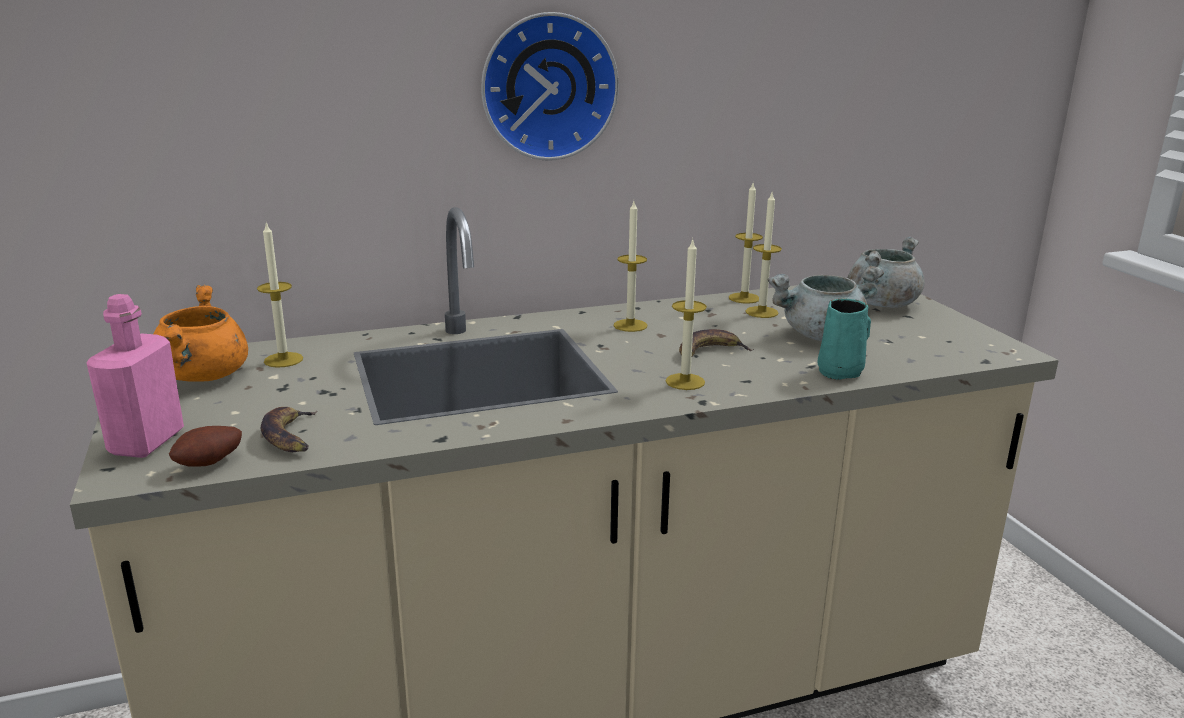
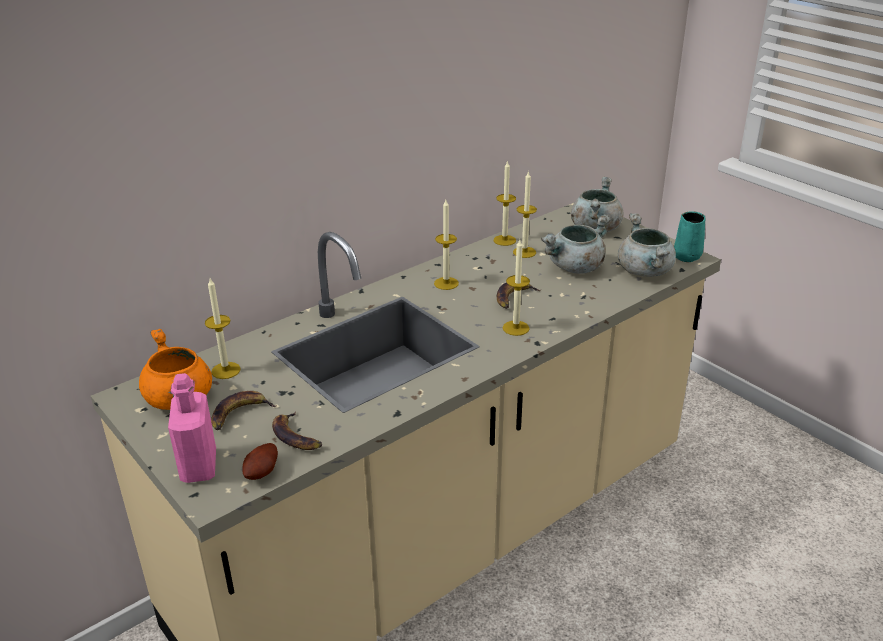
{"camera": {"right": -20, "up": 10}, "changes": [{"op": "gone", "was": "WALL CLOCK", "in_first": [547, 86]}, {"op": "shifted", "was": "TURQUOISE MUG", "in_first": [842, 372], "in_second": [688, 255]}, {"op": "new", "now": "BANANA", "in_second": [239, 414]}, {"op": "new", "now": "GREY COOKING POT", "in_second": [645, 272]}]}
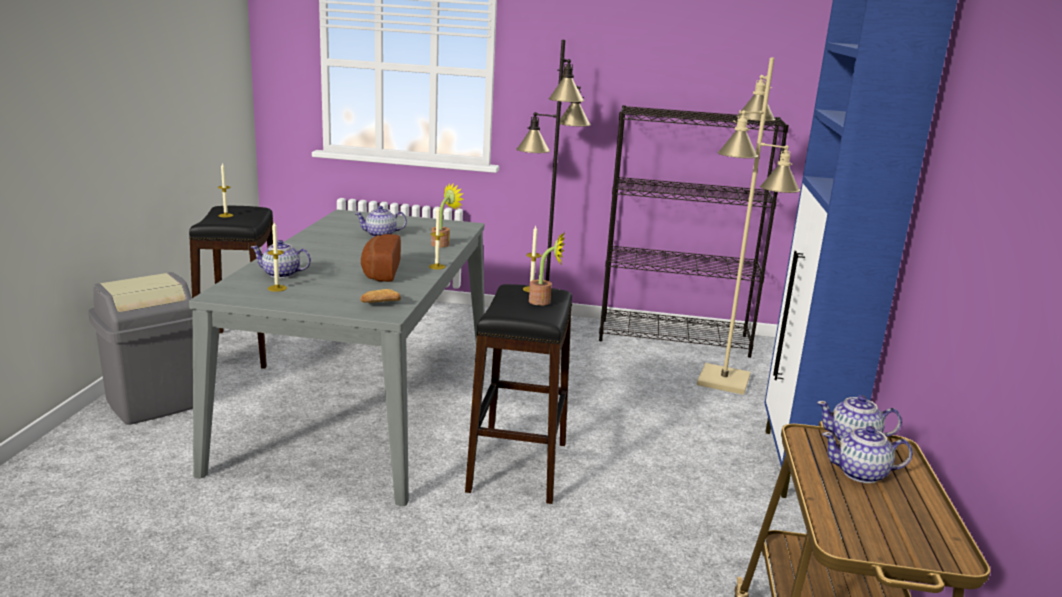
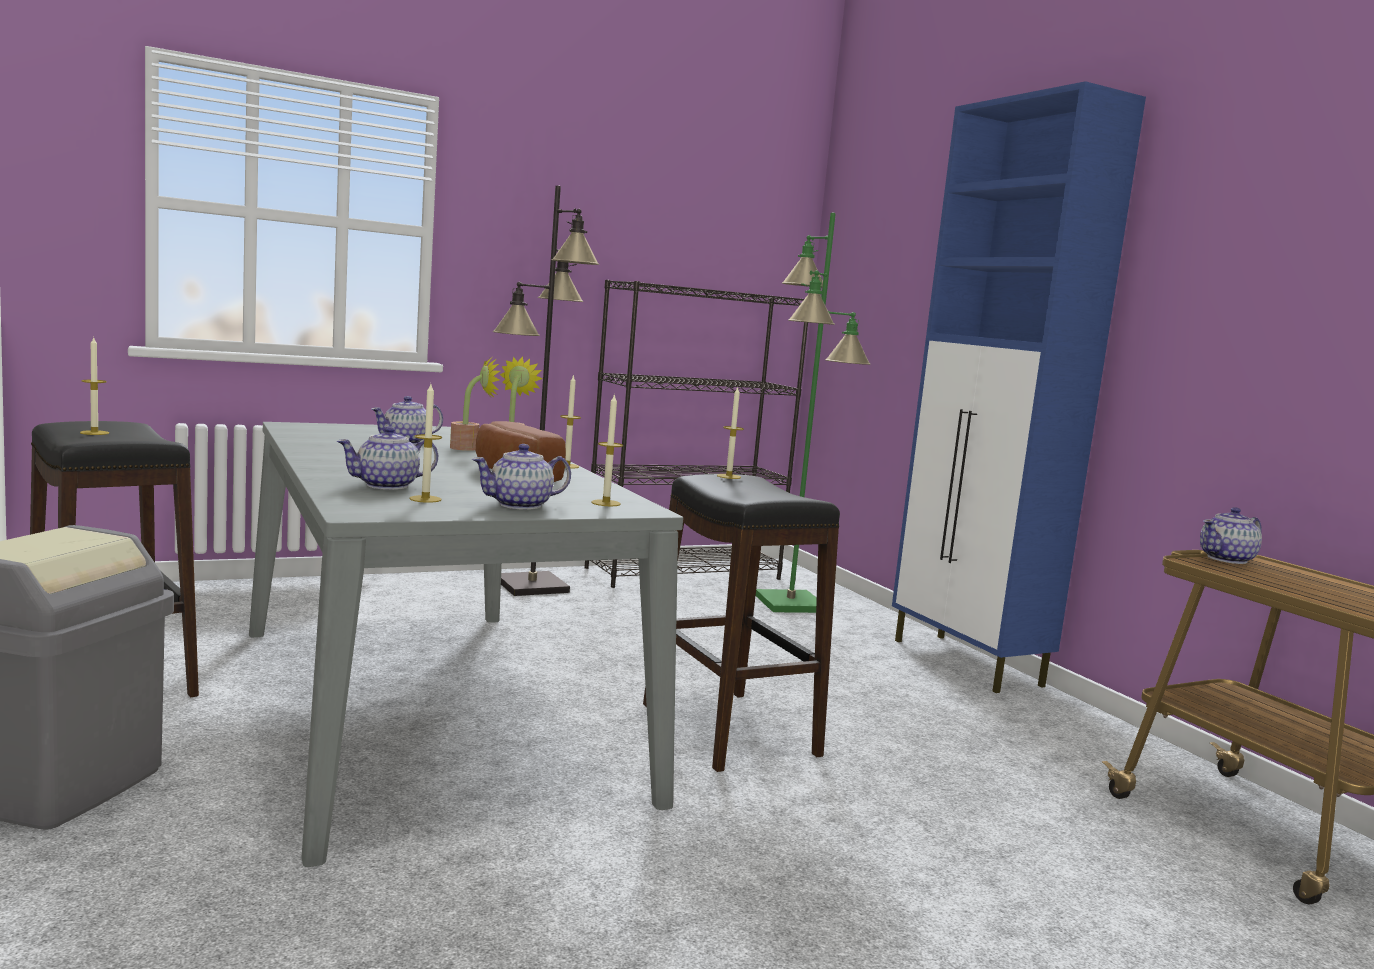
{"camera": {"right": -35, "up": -10}, "changes": [{"op": "swapped", "was": "BREAD", "now": "CANDLE", "in_first": [378, 305], "in_second": [606, 503]}, {"op": "shifted", "was": "POTTED PLANT", "in_first": [544, 302], "in_second": [470, 448]}, {"op": "repainted", "was": "BEIGE FLOOR LAMP", "now": "GREEN FLOOR LAMP", "in_first": [724, 380], "in_second": [790, 603]}, {"op": "shifted", "was": "TEAPOT", "in_first": [861, 474], "in_second": [521, 505]}]}
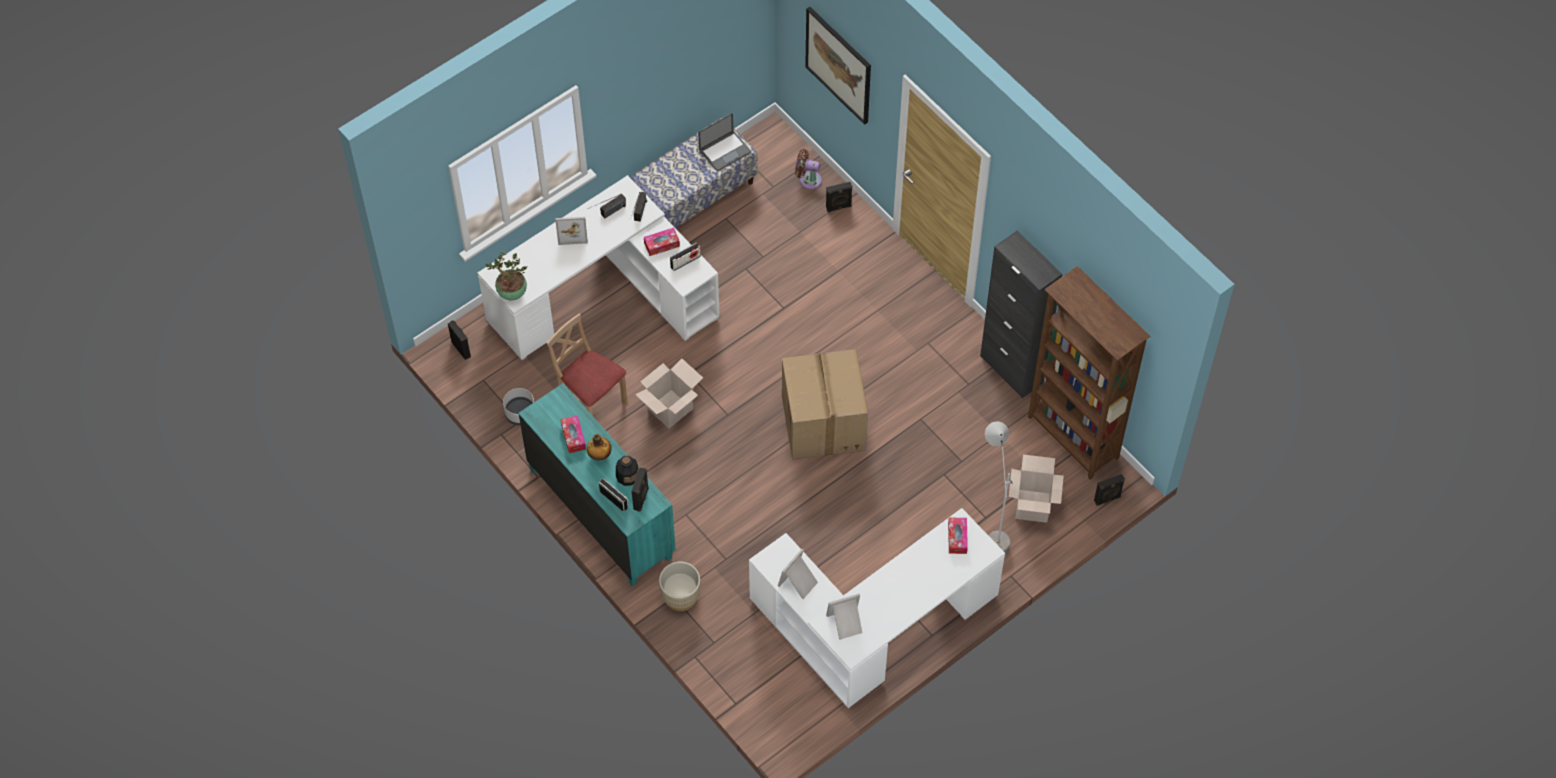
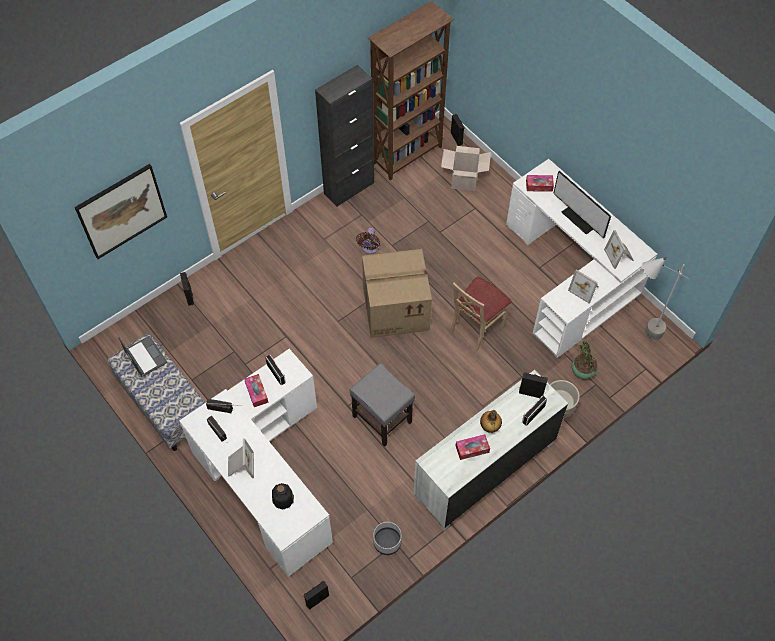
{"camera": {"right": -90, "up": 0}, "changes": [{"op": "shifted", "was": "POTTED PLANT", "in_first": [511, 293], "in_second": [582, 373]}, {"op": "repainted", "was": "TURQUOISE DRESSER", "now": "WHITE DRESSER", "in_first": [601, 512], "in_second": [484, 471]}, {"op": "shifted", "was": "BEIGE CHAIR", "in_first": [591, 403], "in_second": [476, 327]}, {"op": "shifted", "was": "BOTTLE", "in_first": [627, 475], "in_second": [282, 499]}, {"op": "swapped", "was": "CARDBOARD BOX", "now": "GREY STOOL", "in_first": [670, 409], "in_second": [382, 419]}, {"op": "shifted", "was": "BROWN FAN", "in_first": [808, 180], "in_second": [369, 248]}, {"op": "shifted", "was": "GREY FLOOR LAMP", "in_first": [991, 531], "in_second": [639, 335]}, {"op": "new", "now": "MONITOR", "in_second": [579, 219]}]}
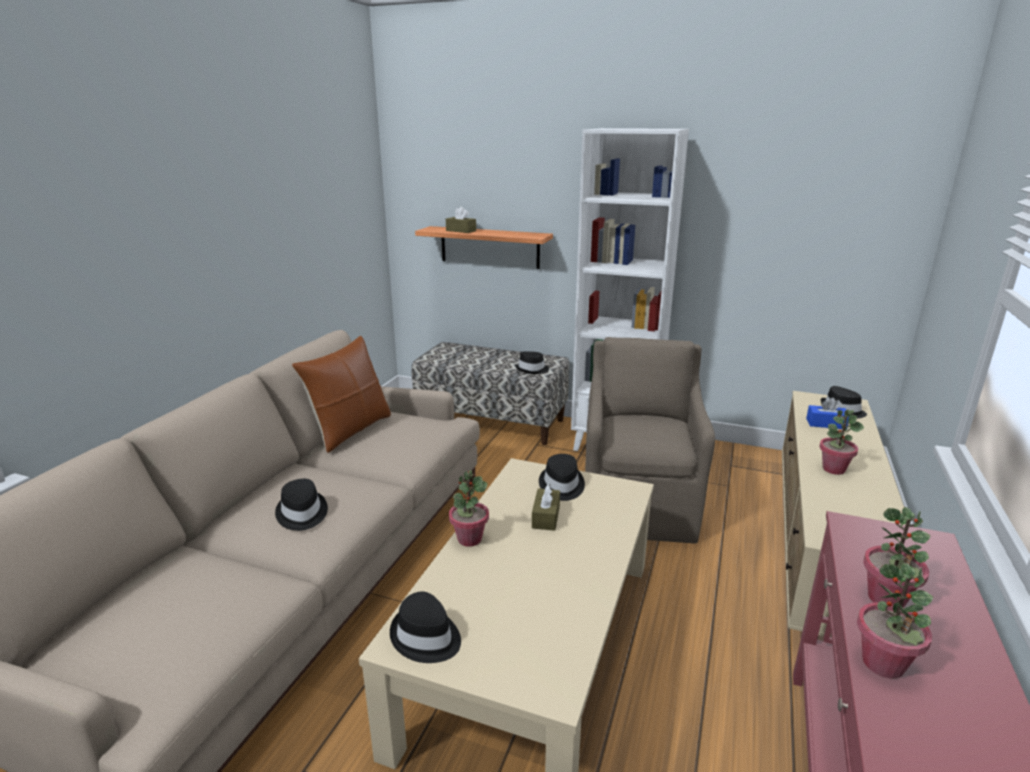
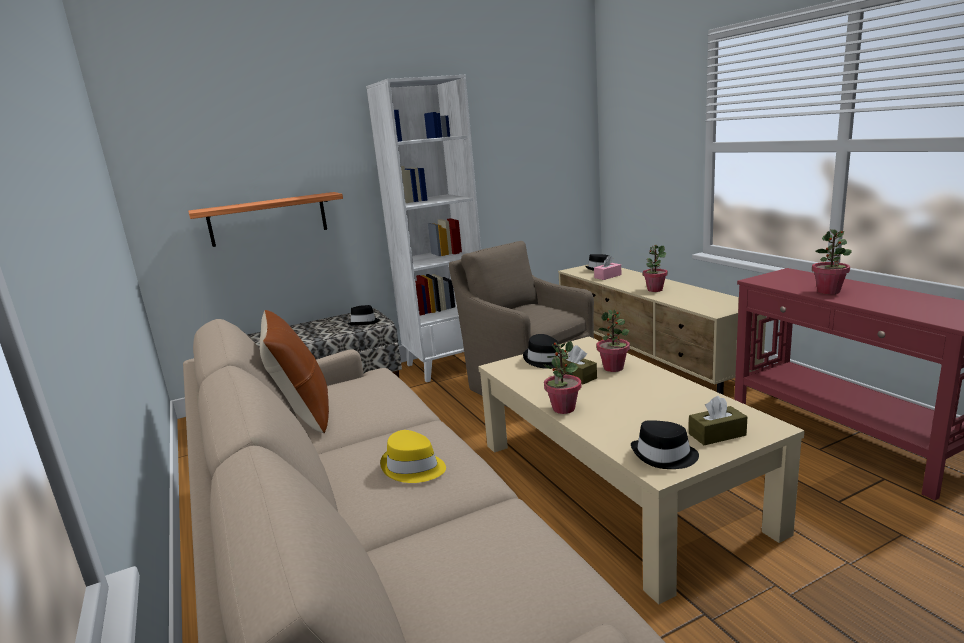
{"camera": {"right": -45, "up": -5}, "changes": [{"op": "repainted", "was": "BLACK HAT", "now": "YELLOW HAT", "in_first": [301, 513], "in_second": [413, 468]}, {"op": "shifted", "was": "BROWN TISSUE BOX", "in_first": [461, 231], "in_second": [717, 434]}, {"op": "repainted", "was": "BLUE TISSUE BOX", "now": "PINK TISSUE BOX", "in_first": [826, 424], "in_second": [607, 276]}, {"op": "shifted", "was": "POTTED PLANT", "in_first": [883, 664], "in_second": [613, 368]}]}
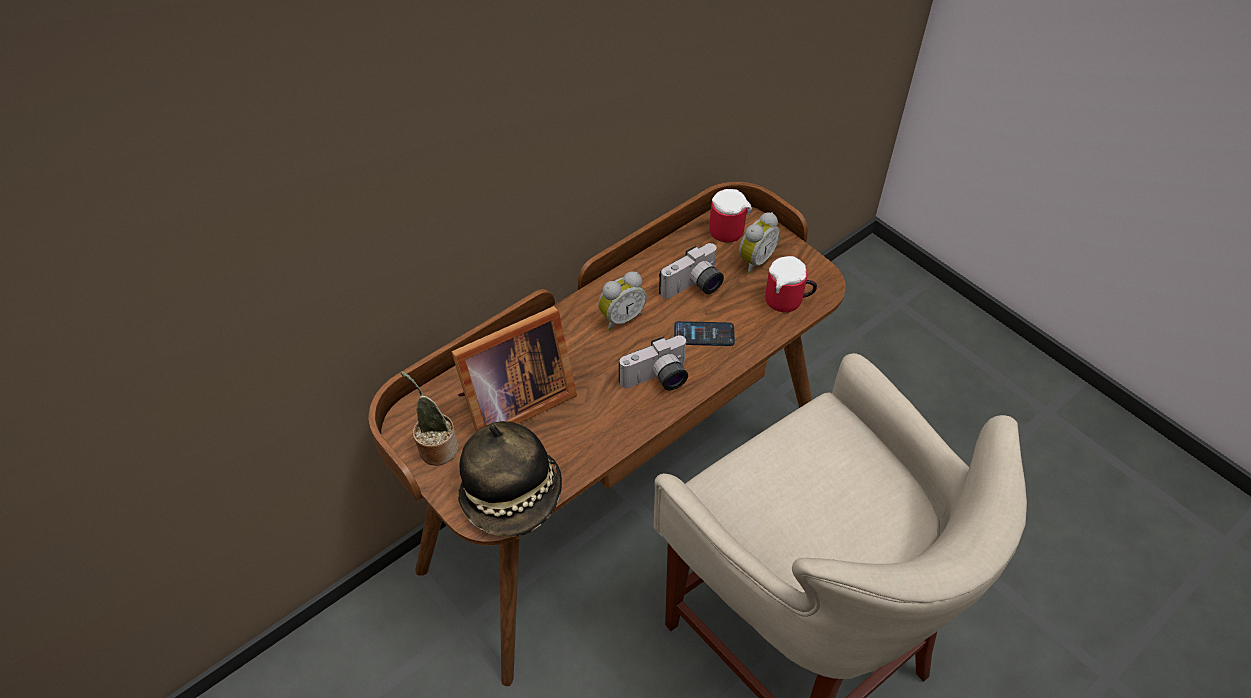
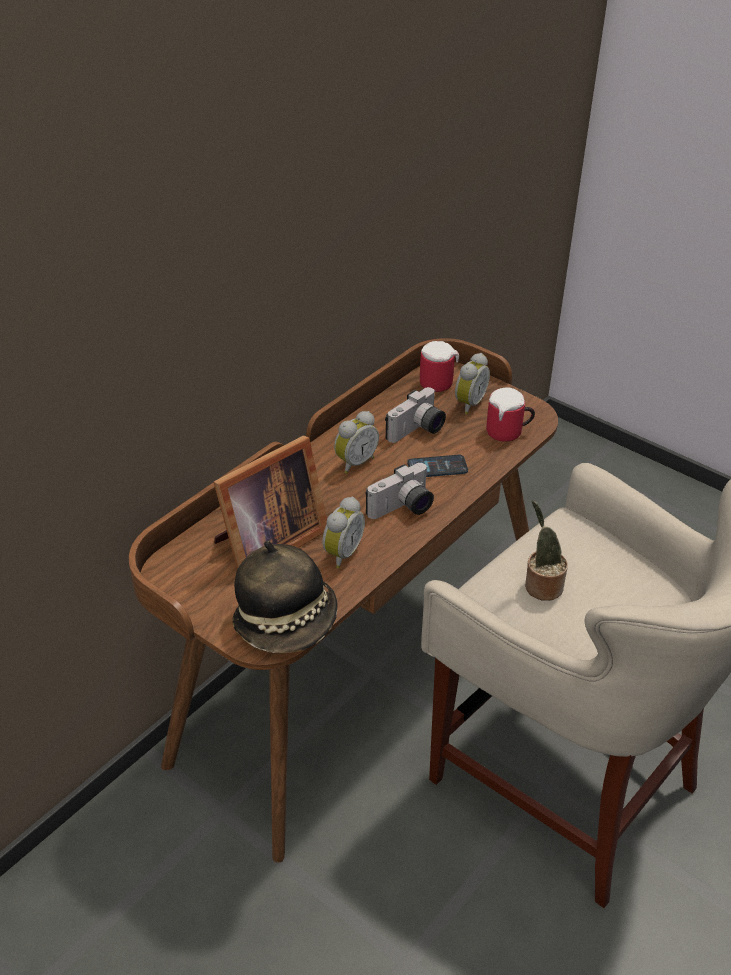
{"camera": {"right": -10, "up": -10}, "changes": [{"op": "shifted", "was": "POTTED PLANT", "in_first": [436, 447], "in_second": [541, 585]}, {"op": "new", "now": "ALARM CLOCK", "in_second": [341, 553]}]}
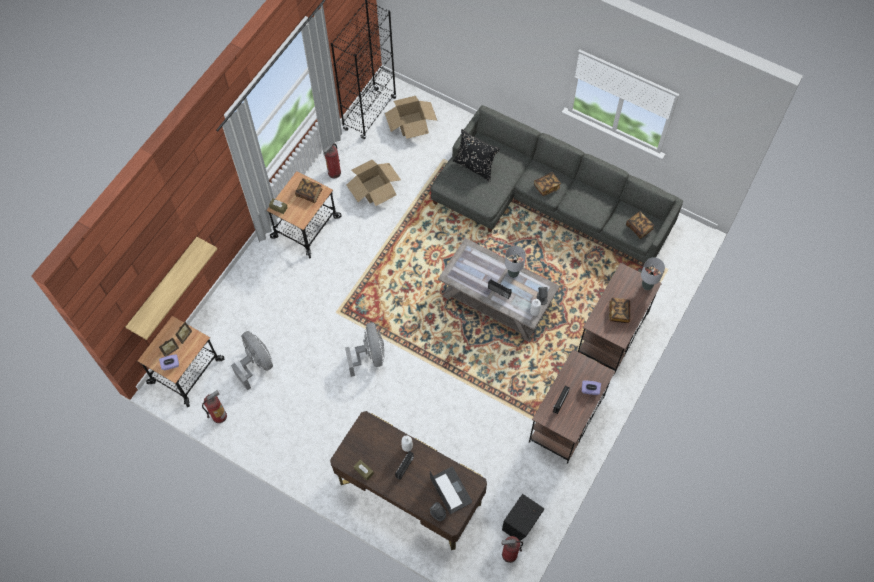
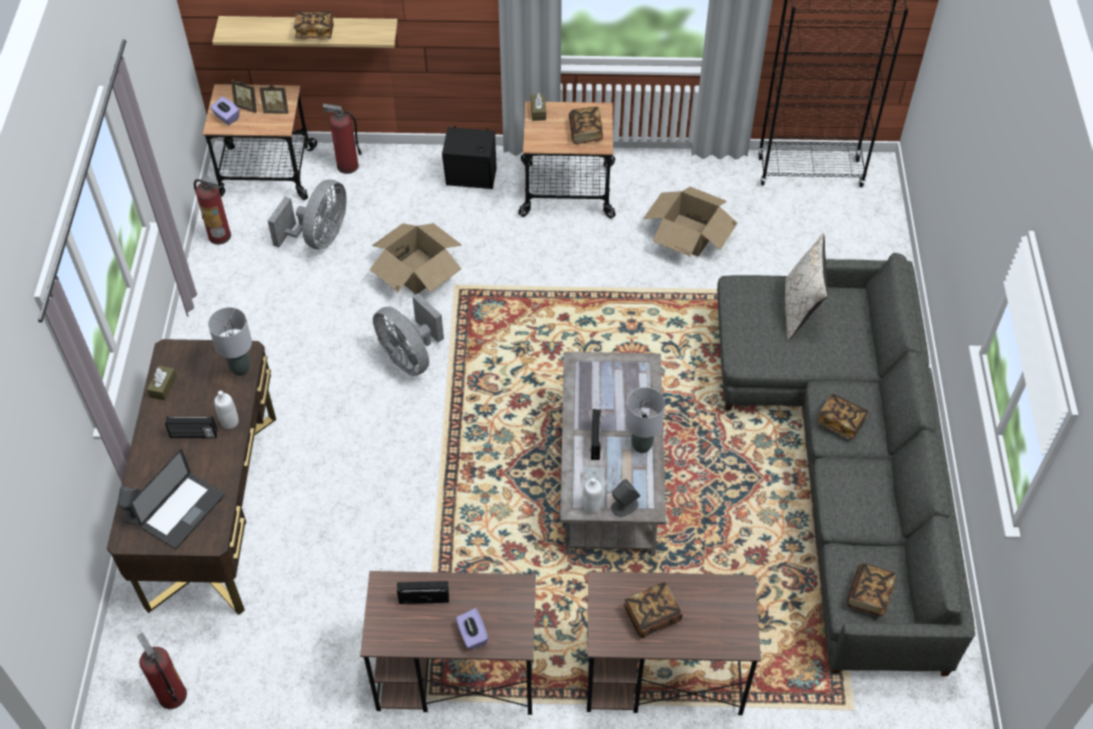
{"camera": {"right": 60, "up": -10}, "changes": [{"op": "shifted", "was": "FIRE EXTINGUISHER", "in_first": [334, 173], "in_second": [347, 166]}, {"op": "rotated", "was": "GREY FAN", "in_first": [370, 356], "in_second": [410, 357], "clockwise": 90}, {"op": "shifted", "was": "CARDBOARD BOX", "in_first": [411, 124], "in_second": [417, 271]}, {"op": "repainted", "was": "BLACK PILLOW", "now": "BEIGE PILLOW", "in_first": [475, 166], "in_second": [800, 310]}, {"op": "shifted", "was": "BLACK SPEAKER", "in_first": [521, 523], "in_second": [472, 179]}, {"op": "shifted", "was": "GREY TABLE LAMP", "in_first": [647, 286], "in_second": [240, 368]}, {"op": "new", "now": "BOOK", "in_second": [315, 32]}]}
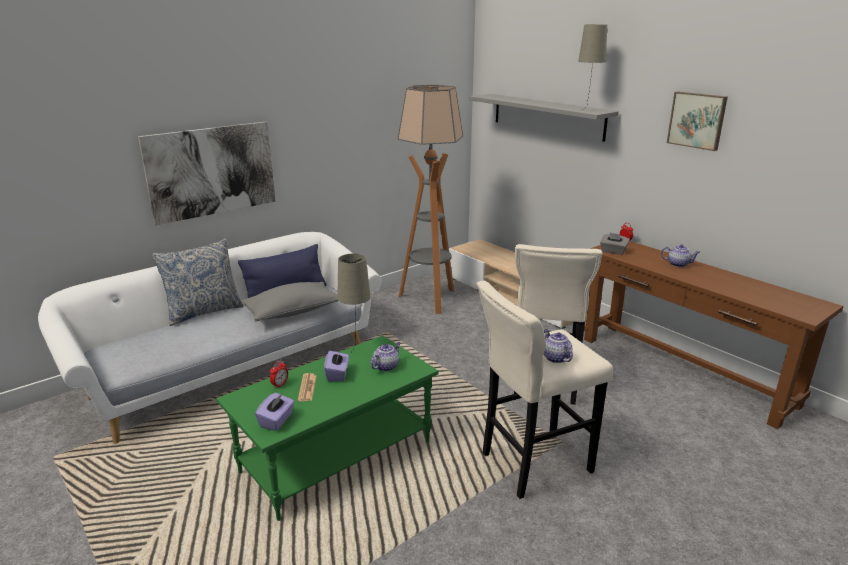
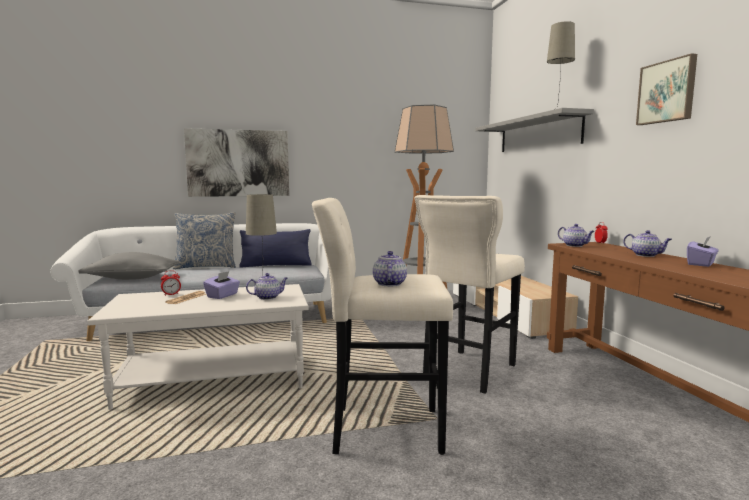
{"camera": {"right": 25, "up": -15}, "changes": [{"op": "repainted", "was": "GREEN COFFEE TABLE", "now": "WHITE COFFEE TABLE", "in_first": [337, 455], "in_second": [214, 380]}, {"op": "shifted", "was": "GREY PILLOW", "in_first": [292, 312], "in_second": [132, 278]}, {"op": "shifted", "was": "PURPLE TISSUE BOX", "in_first": [276, 421], "in_second": [701, 264]}, {"op": "swapped", "was": "GREY TISSUE BOX", "now": "TEAPOT", "in_first": [613, 251], "in_second": [575, 245]}]}
